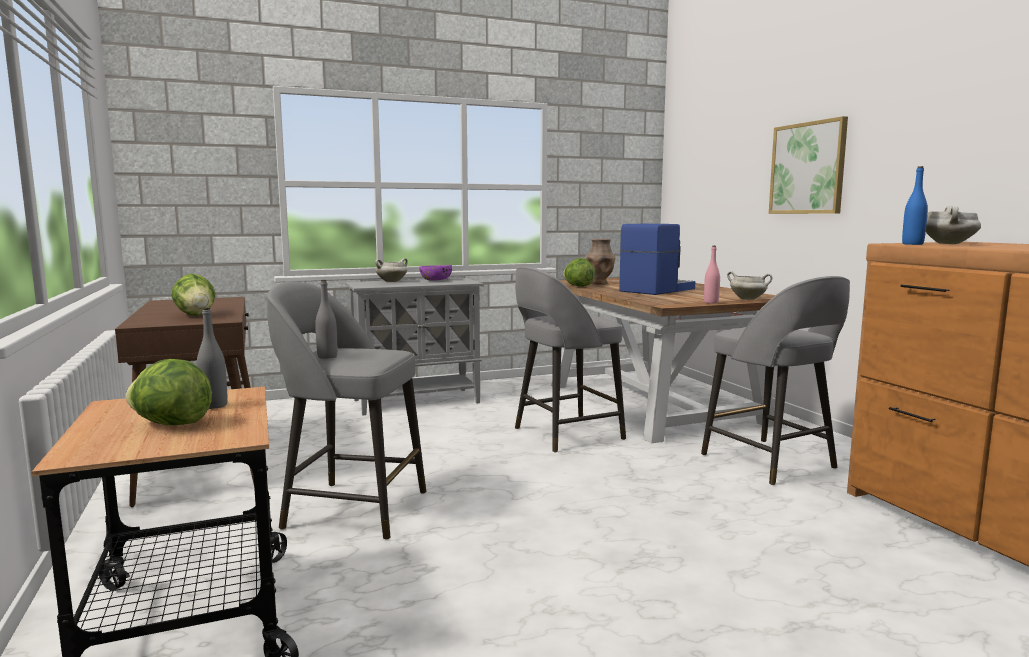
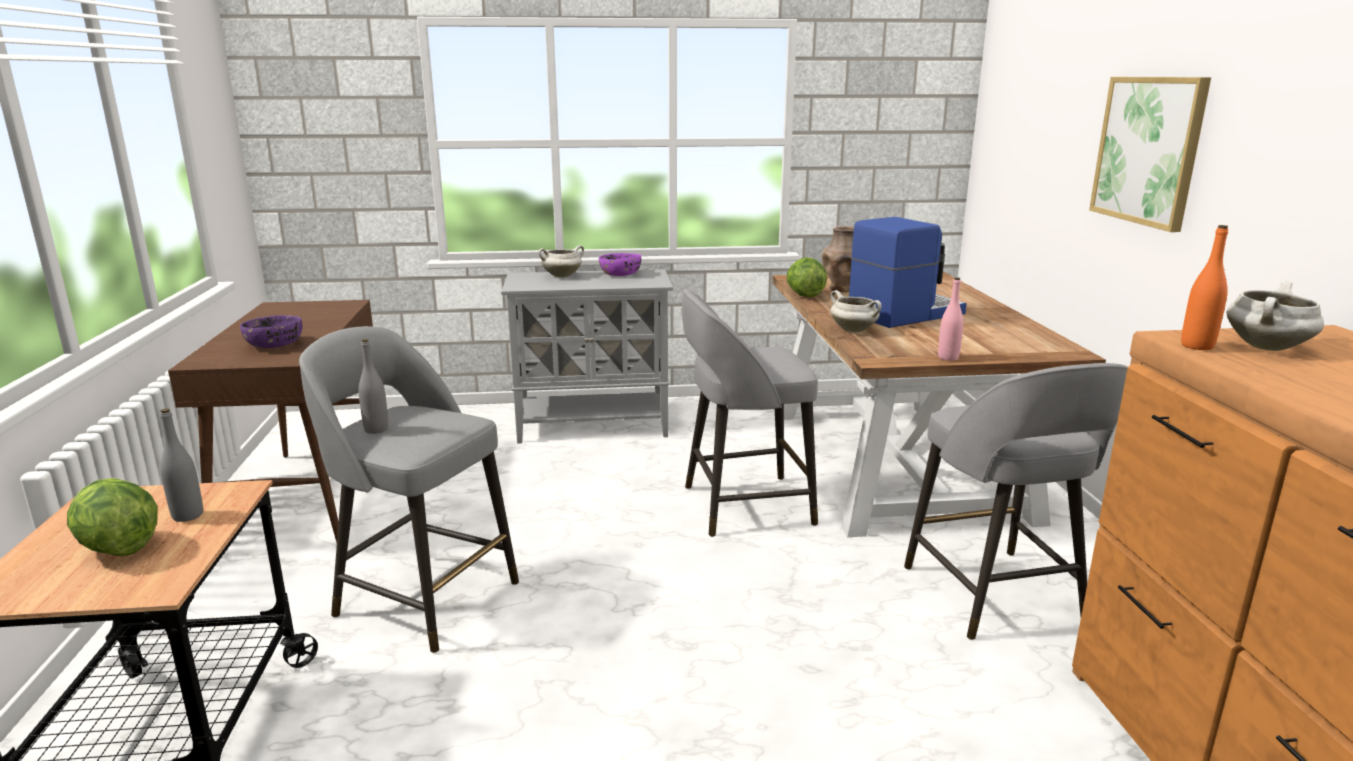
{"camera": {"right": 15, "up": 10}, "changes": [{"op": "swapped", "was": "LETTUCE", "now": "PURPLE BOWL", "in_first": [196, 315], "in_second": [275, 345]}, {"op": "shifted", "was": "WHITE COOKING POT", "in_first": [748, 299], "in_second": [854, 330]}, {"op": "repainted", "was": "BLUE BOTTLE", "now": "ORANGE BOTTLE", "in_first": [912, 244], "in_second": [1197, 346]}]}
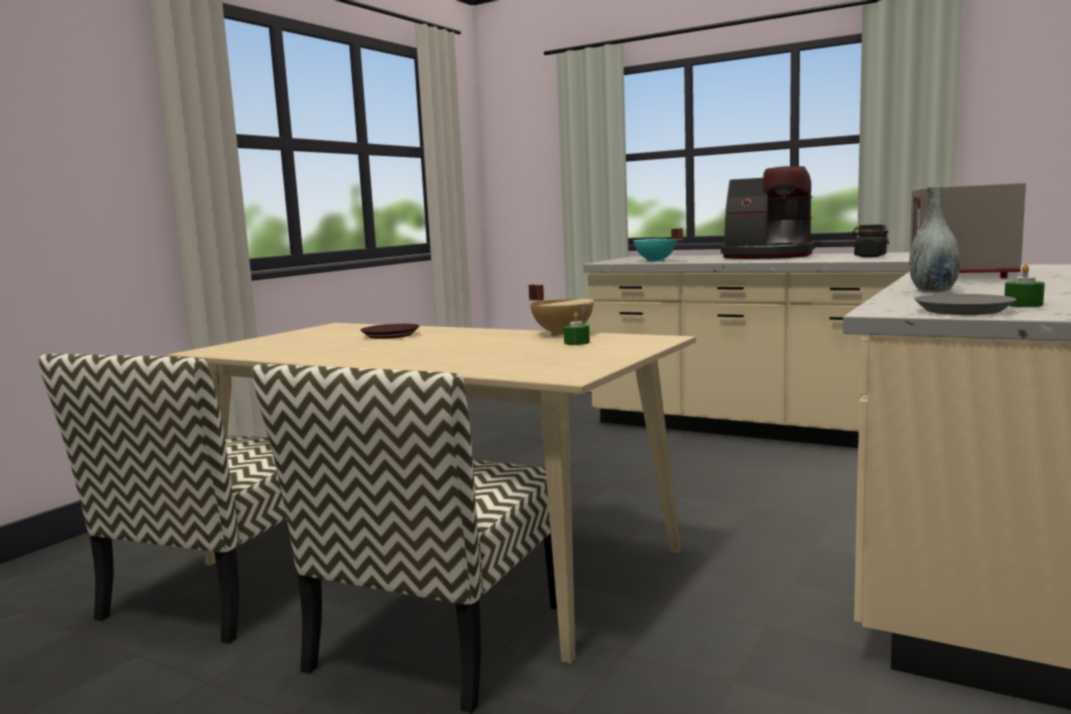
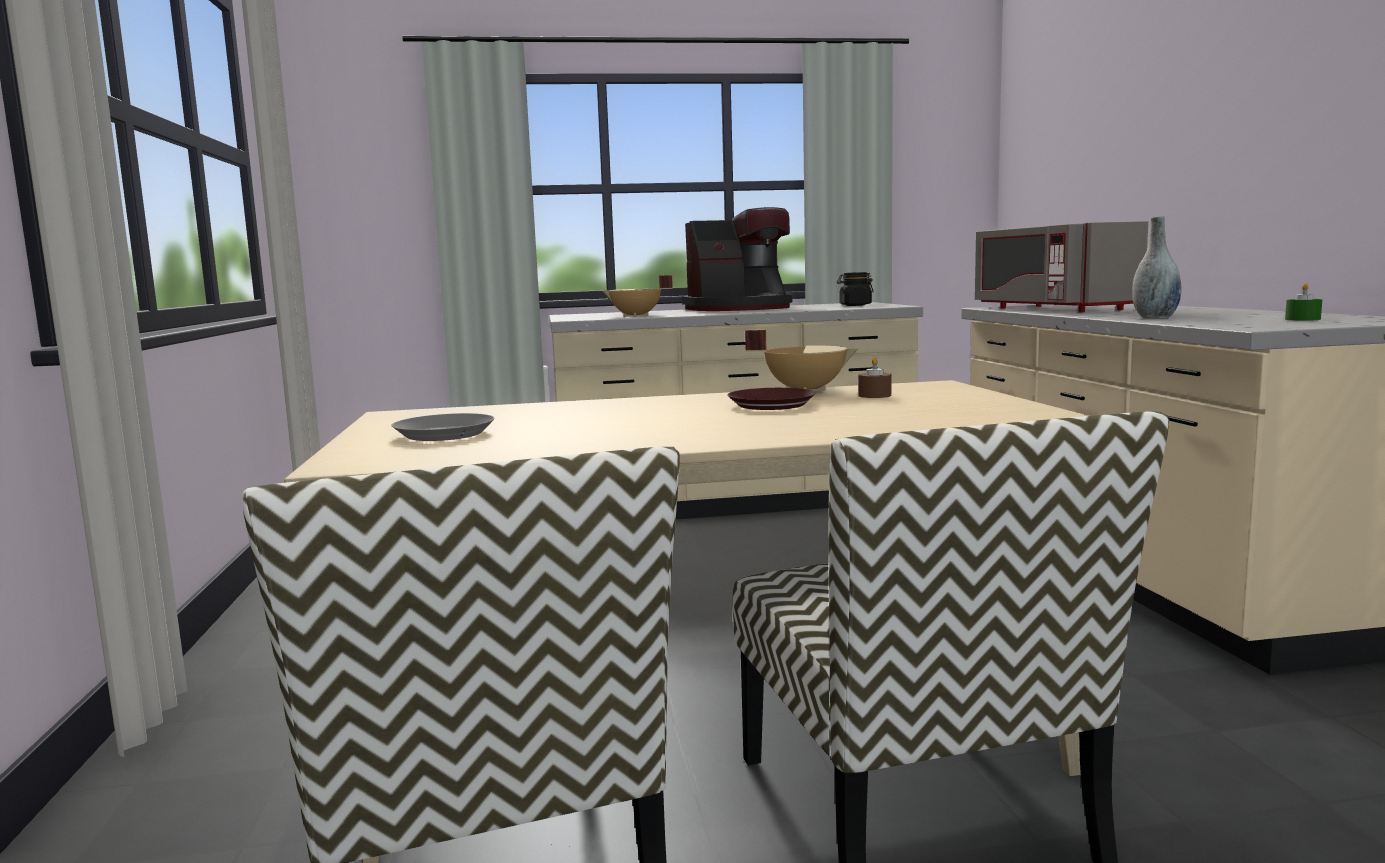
{"camera": {"right": -40, "up": 0}, "changes": [{"op": "shifted", "was": "BROWN PLATE", "in_first": [390, 335], "in_second": [770, 405]}, {"op": "repainted", "was": "GREEN CANDLE", "now": "BROWN CANDLE", "in_first": [577, 342], "in_second": [874, 395]}, {"op": "repainted", "was": "TURQUOISE COOKING POT", "now": "BEIGE COOKING POT", "in_first": [655, 261], "in_second": [636, 316]}, {"op": "shifted", "was": "GREY PLATE", "in_first": [962, 311], "in_second": [443, 434]}]}
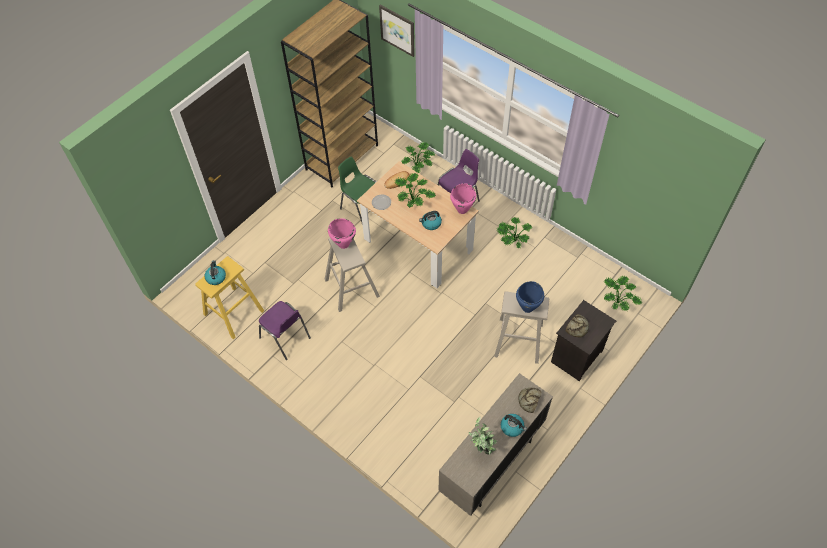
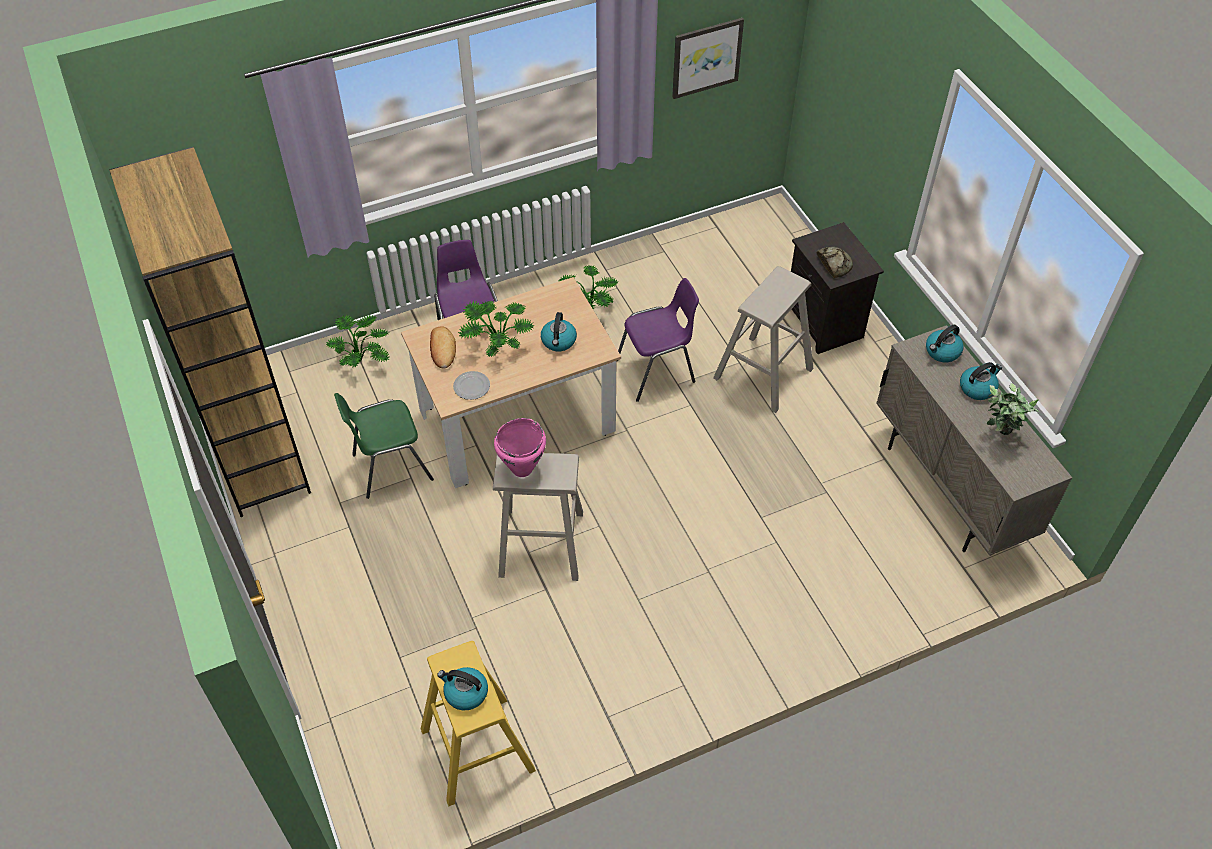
{"camera": {"right": -65, "up": -5}, "changes": [{"op": "shifted", "was": "PURPLE CHAIR", "in_first": [286, 338], "in_second": [657, 371]}, {"op": "shifted", "was": "PICTURE", "in_first": [398, 30], "in_second": [706, 57]}, {"op": "gone", "was": "PINK COOKING POT", "in_first": [462, 210]}, {"op": "gone", "was": "BLUE COOKING POT", "in_first": [527, 308]}, {"op": "swapped", "was": "BREAD", "now": "KETTLE", "in_first": [529, 400], "in_second": [942, 352]}, {"op": "gone", "was": "POTTED PLANT", "in_first": [618, 301]}]}
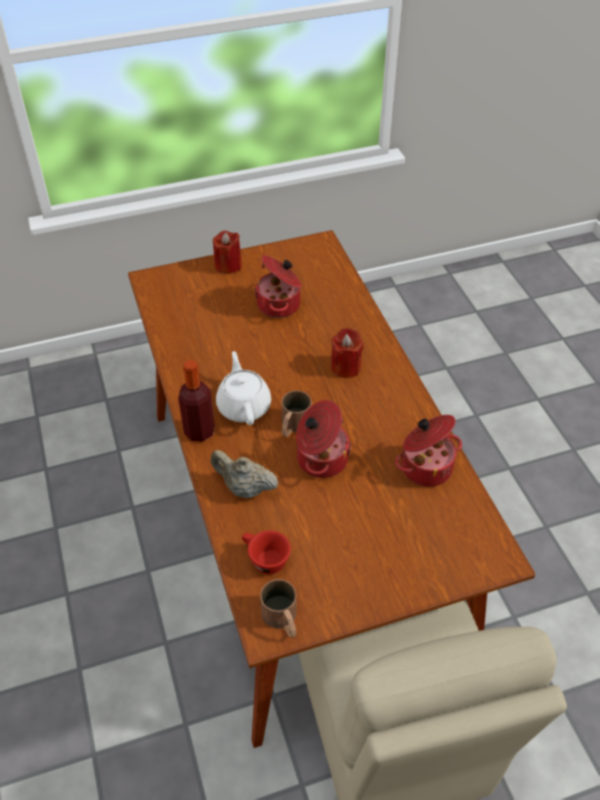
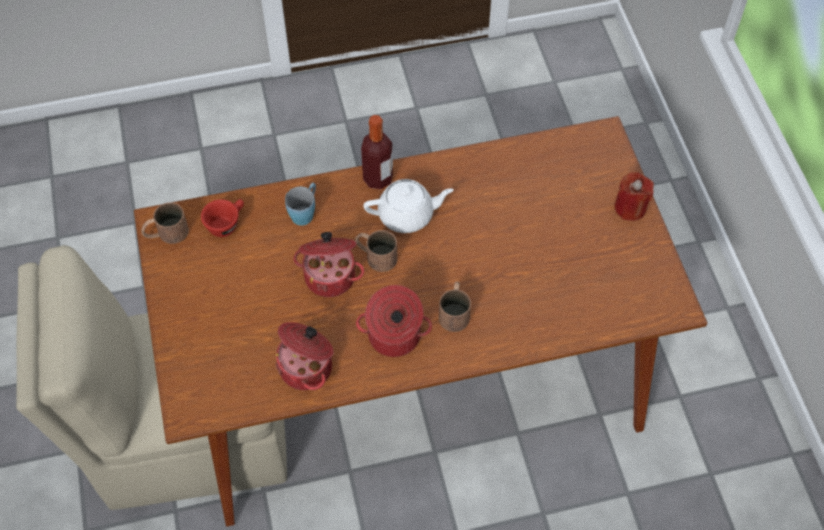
{"camera": {"right": 95, "up": 10}, "changes": [{"op": "swapped", "was": "BEIGE TEAPOT", "now": "BLUE MUG", "in_first": [244, 488], "in_second": [305, 212]}, {"op": "shifted", "was": "COOKING POT", "in_first": [280, 305], "in_second": [394, 337]}, {"op": "swapped", "was": "RED CANDLE", "now": "BROWN MUG", "in_first": [346, 367], "in_second": [454, 311]}]}
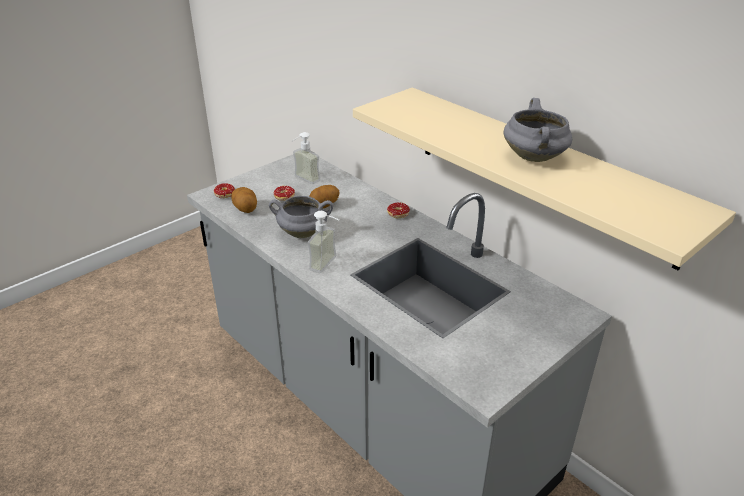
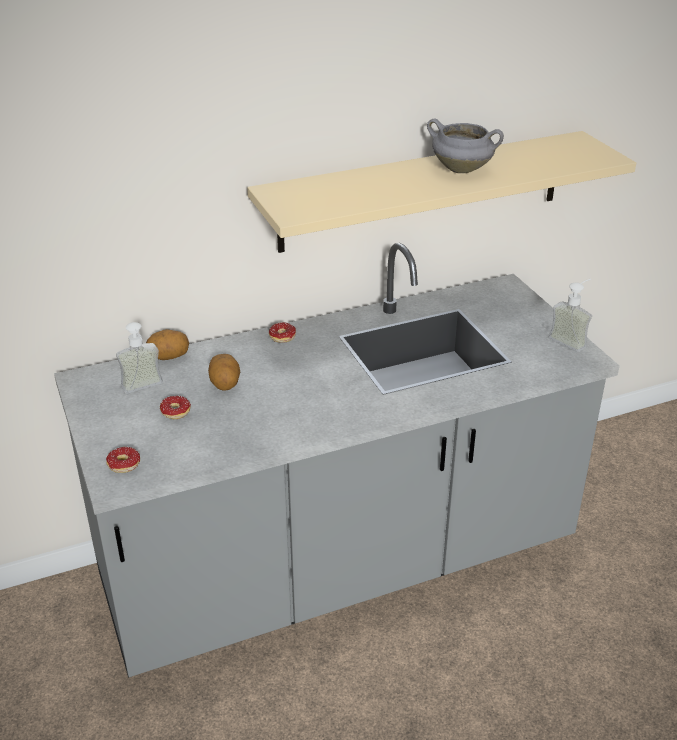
{"camera": {"right": -70, "up": 0}, "changes": [{"op": "shifted", "was": "POTATO", "in_first": [245, 209], "in_second": [169, 357]}, {"op": "gone", "was": "GREY COOKING POT", "in_first": [303, 233]}, {"op": "shifted", "was": "SOAP DISPENSER", "in_first": [329, 265], "in_second": [571, 340]}]}
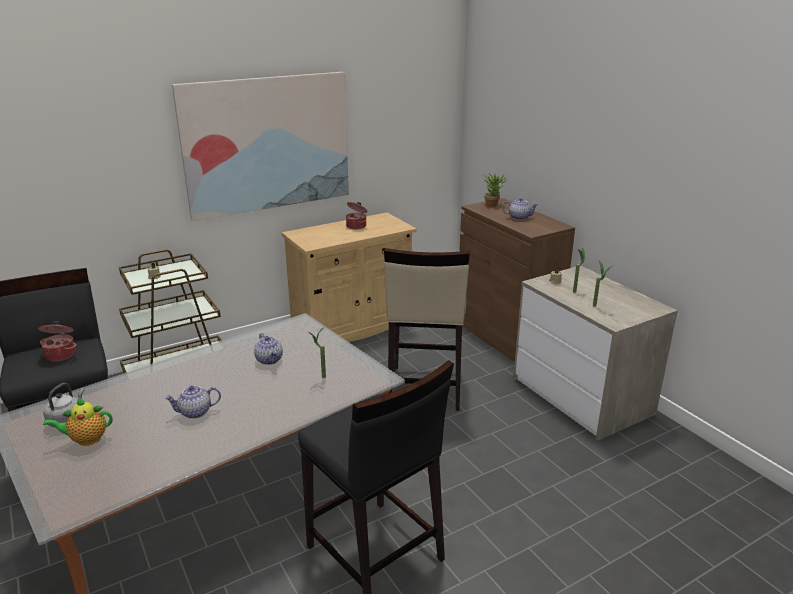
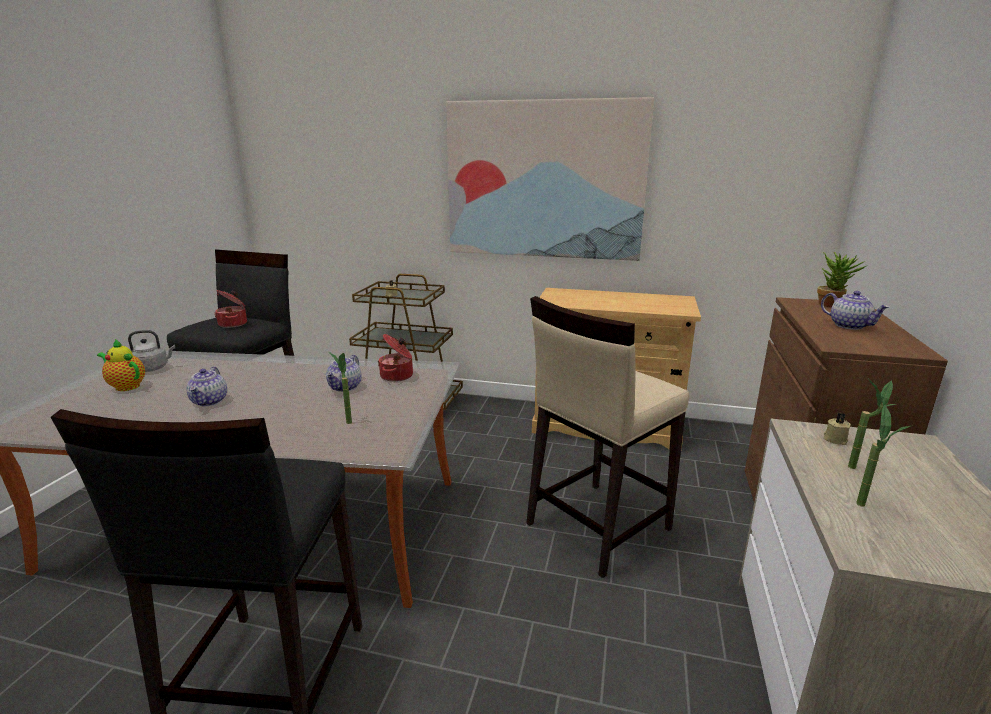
{"camera": {"right": 45, "up": -5}, "changes": [{"op": "rotated", "was": "TEAPOT", "in_first": [195, 412], "in_second": [210, 401], "clockwise": -120}, {"op": "shifted", "was": "COOKING POT", "in_first": [357, 226], "in_second": [397, 376]}]}
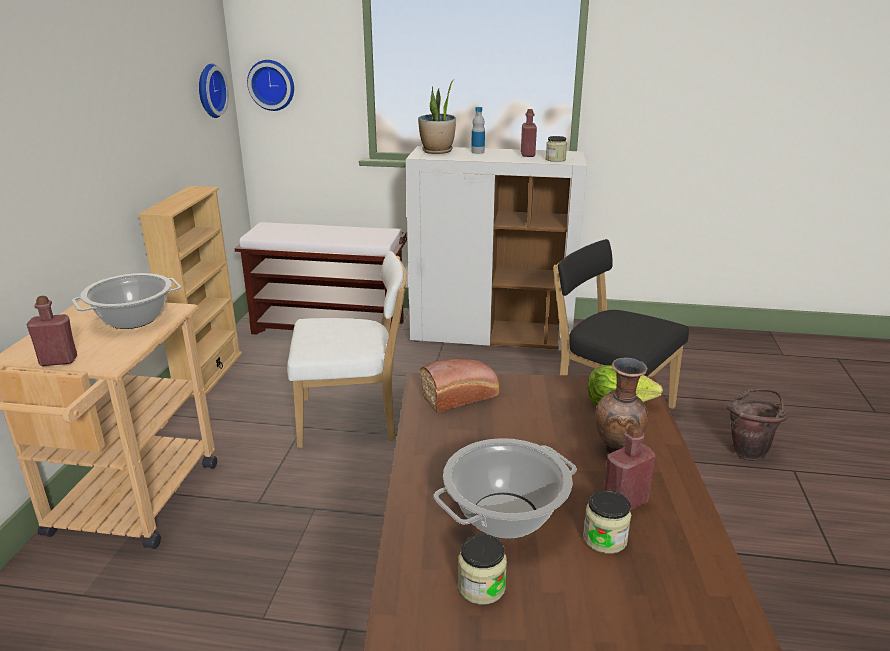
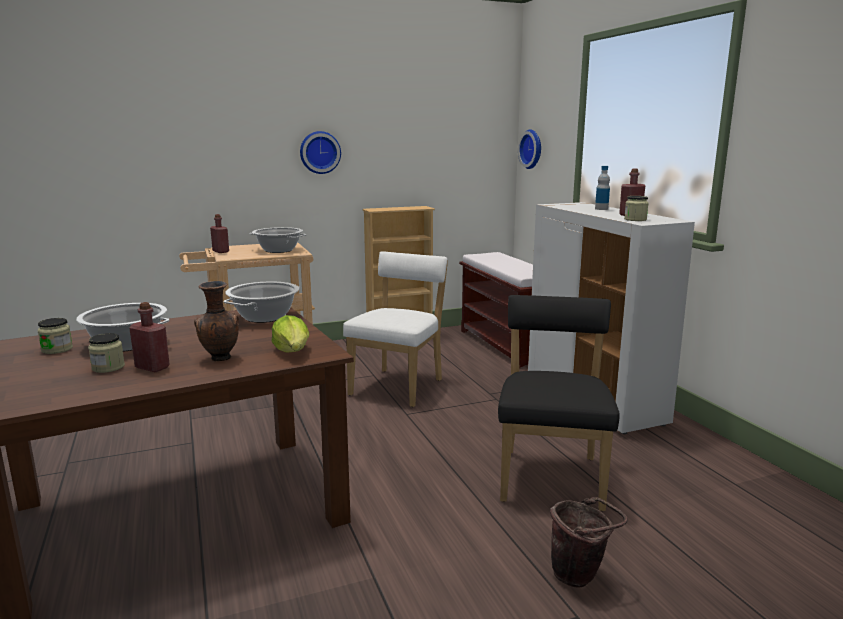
{"camera": {"right": 60, "up": -10}, "changes": [{"op": "shifted", "was": "WALL CLOCK", "in_first": [209, 90], "in_second": [319, 152]}, {"op": "rotated", "was": "WHITE CHAIR", "in_first": [353, 420], "in_second": [399, 386], "clockwise": -120}, {"op": "gone", "was": "POTTED PLANT", "in_first": [437, 151]}, {"op": "swapped", "was": "BREAD", "now": "COOKING POT", "in_first": [462, 396], "in_second": [264, 317]}]}
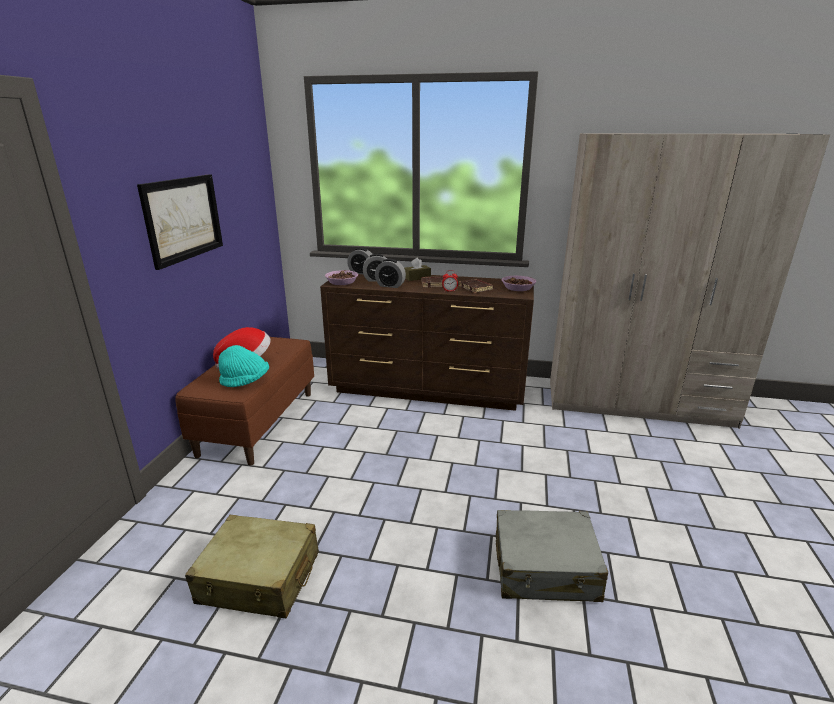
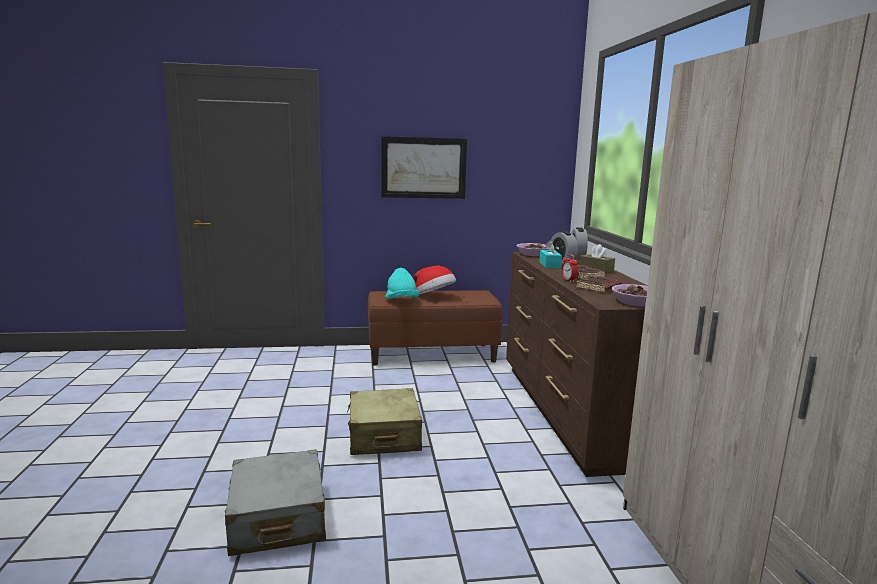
{"camera": {"right": 70, "up": -10}, "changes": [{"op": "shifted", "was": "BEIGE SUITCASE", "in_first": [259, 578], "in_second": [384, 435]}, {"op": "swapped", "was": "ALARM CLOCK", "now": "TURQUOISE TISSUE BOX", "in_first": [390, 285], "in_second": [549, 265]}]}
